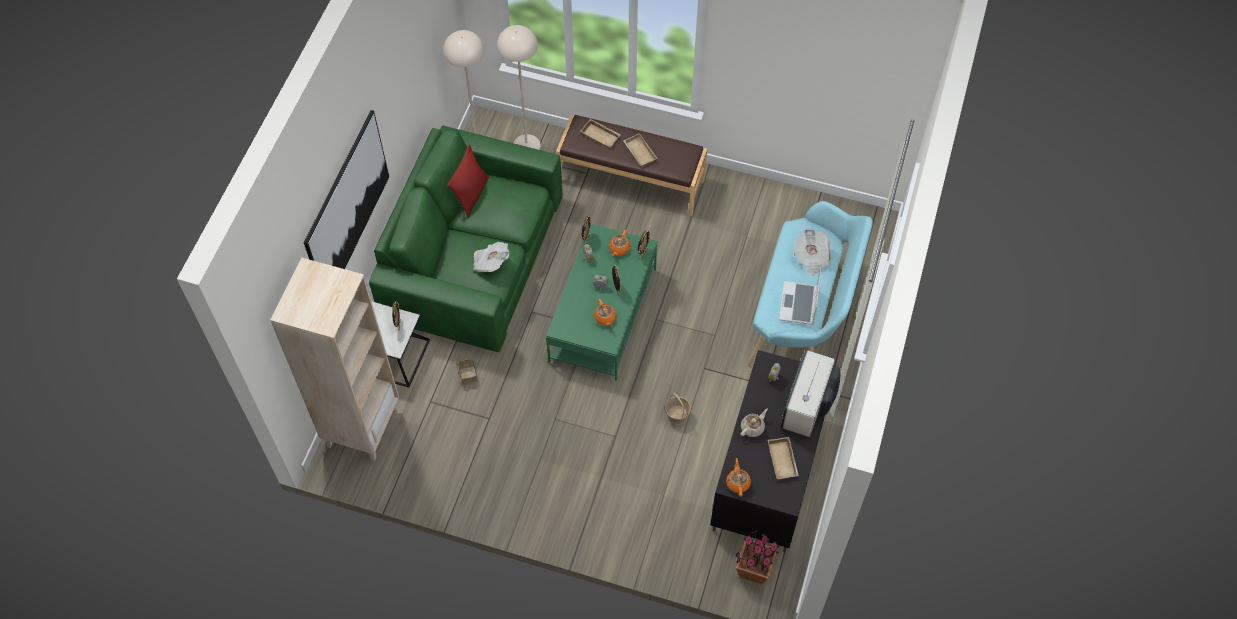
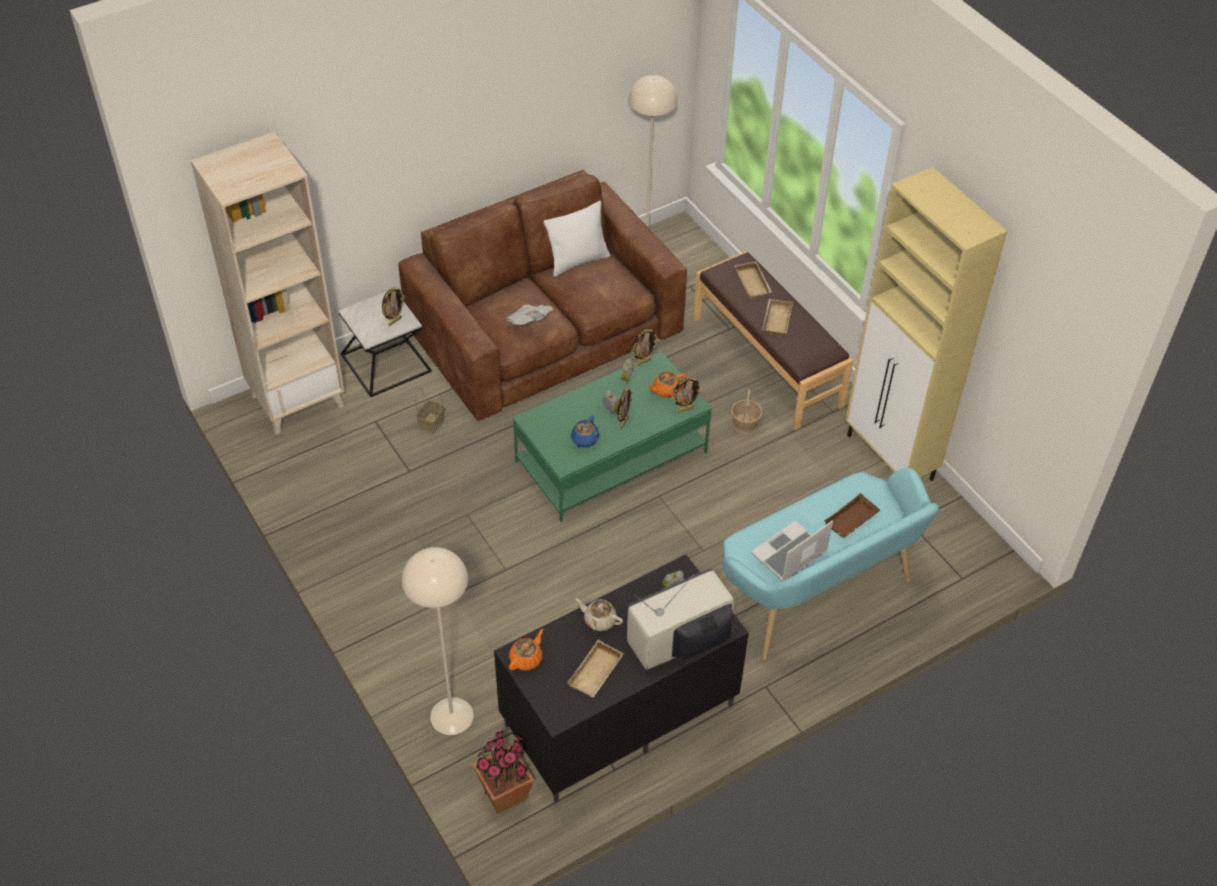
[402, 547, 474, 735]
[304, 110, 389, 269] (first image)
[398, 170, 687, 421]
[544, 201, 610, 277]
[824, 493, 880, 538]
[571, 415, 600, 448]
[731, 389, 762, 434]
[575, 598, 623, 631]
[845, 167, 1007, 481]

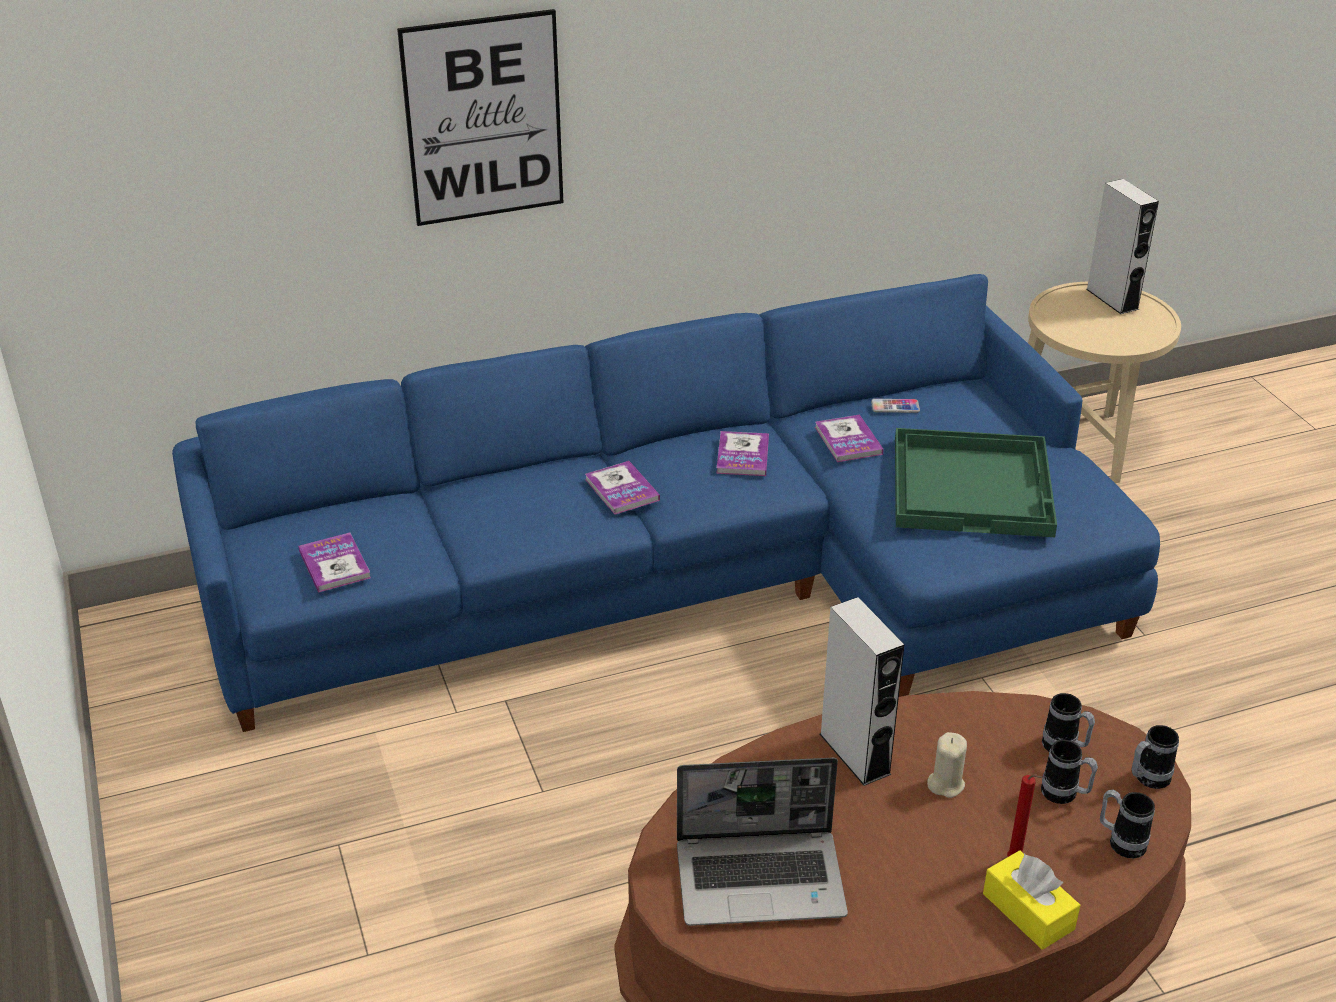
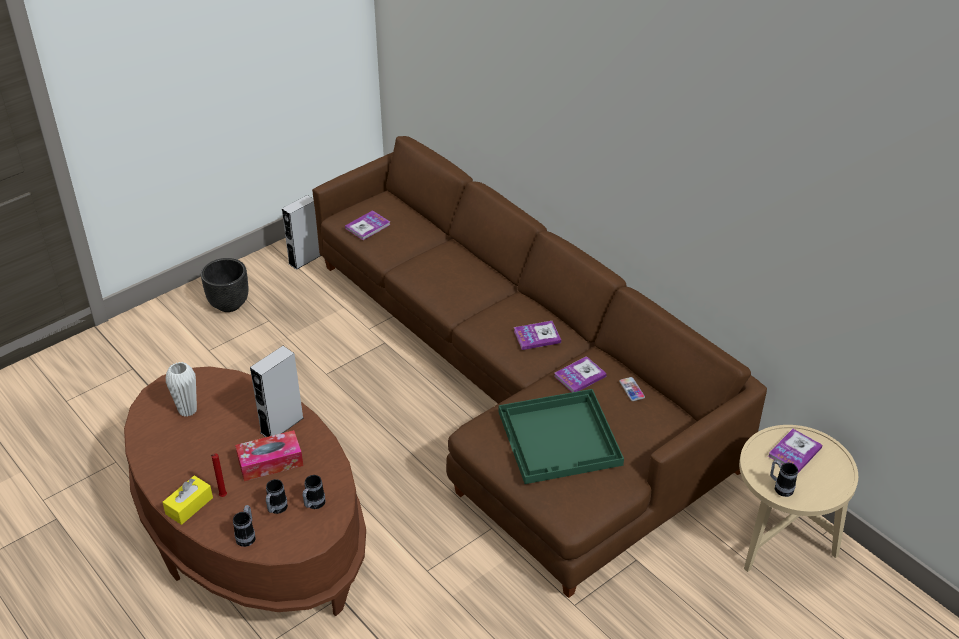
[397, 9, 563, 226] (first image)
[282, 195, 321, 270]
[312, 136, 767, 598]
[768, 429, 822, 473]
[770, 460, 798, 497]
[235, 430, 303, 481]
[165, 362, 197, 417]
[201, 258, 249, 312]

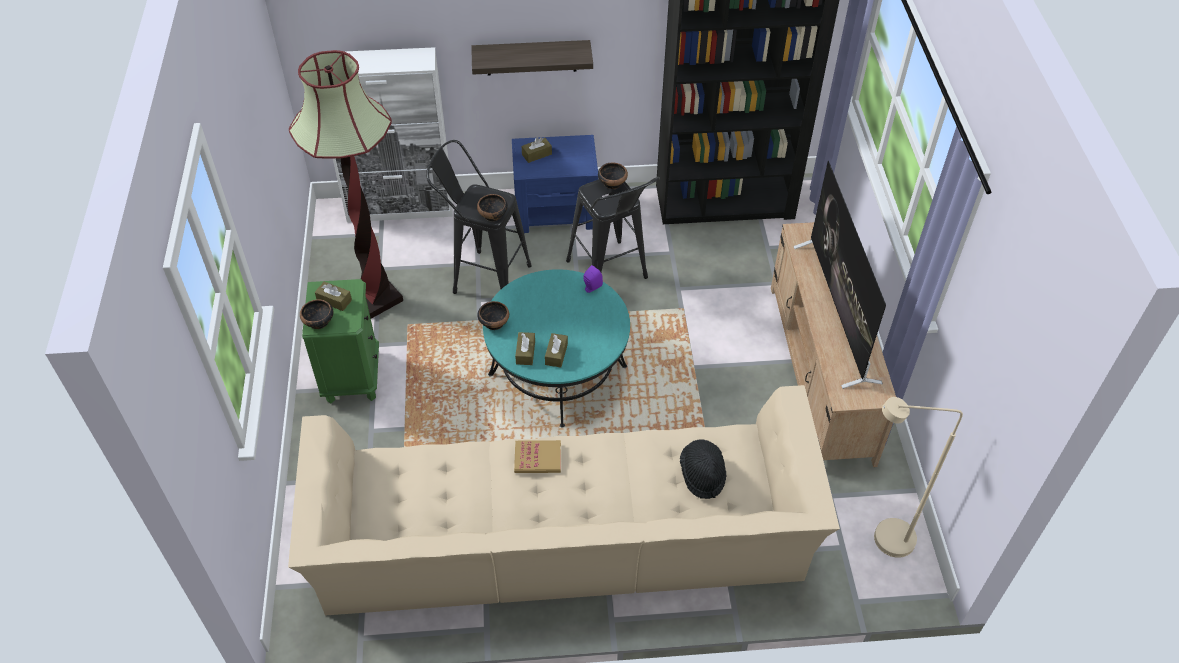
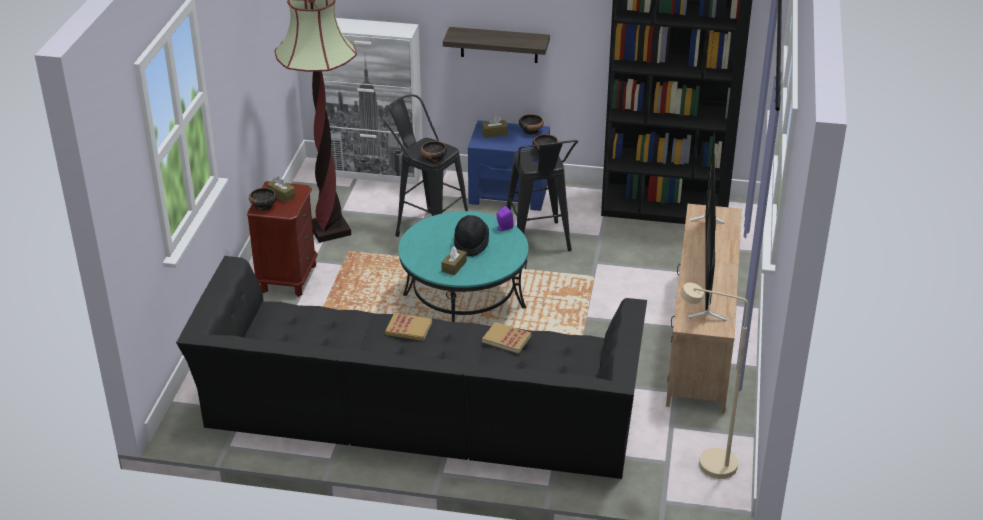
[247, 181, 318, 297]
[519, 114, 544, 135]
[515, 332, 535, 365] (first image)
[176, 256, 647, 479]
[454, 215, 489, 257]
[482, 322, 532, 354]

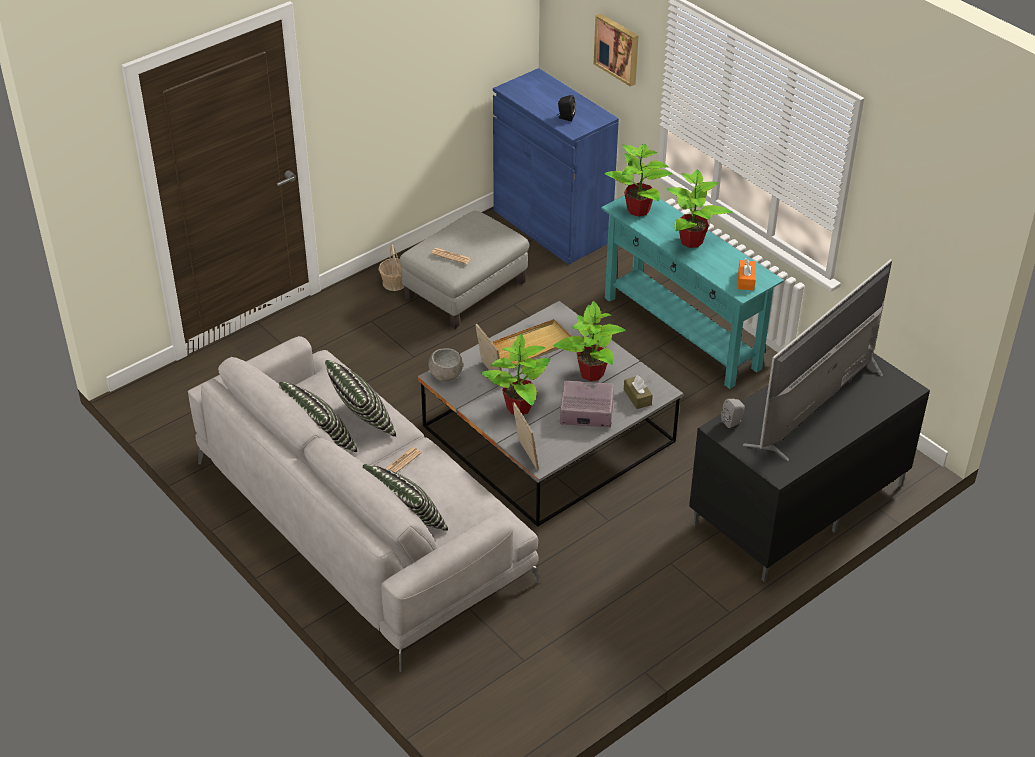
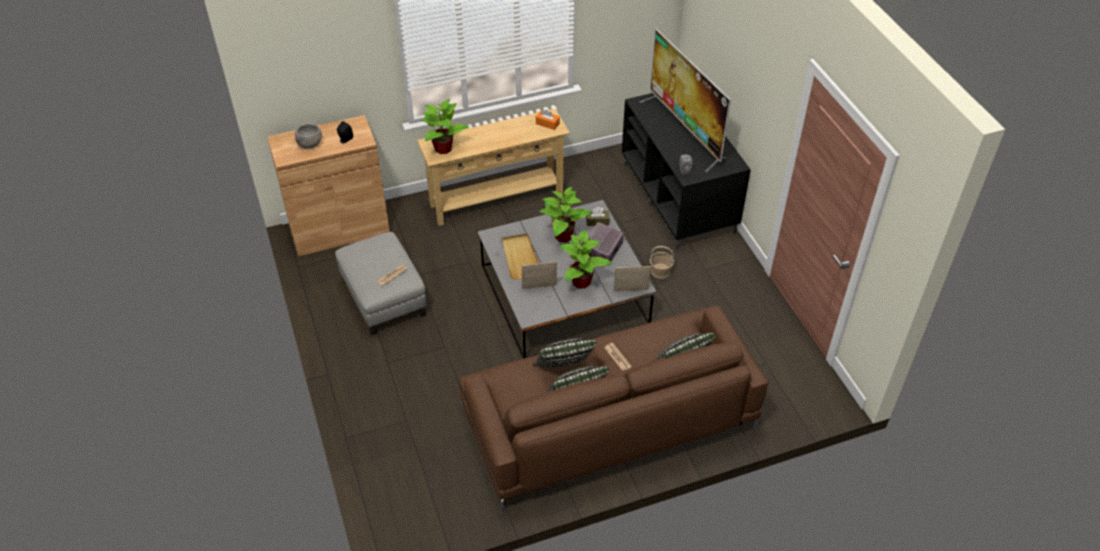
[594, 14, 639, 87] (first image)
[267, 115, 390, 256]
[666, 170, 733, 248] (first image)
[417, 109, 570, 226]
[650, 246, 674, 279]
[460, 306, 769, 514]
[295, 124, 322, 148]

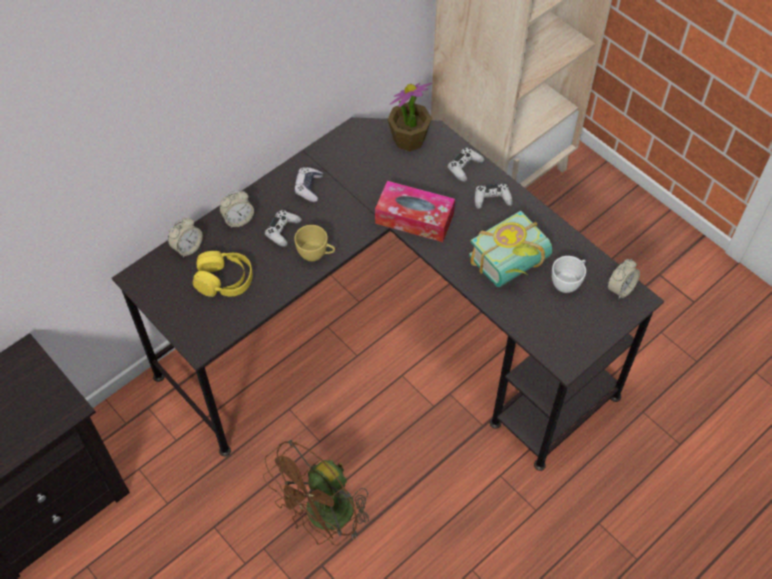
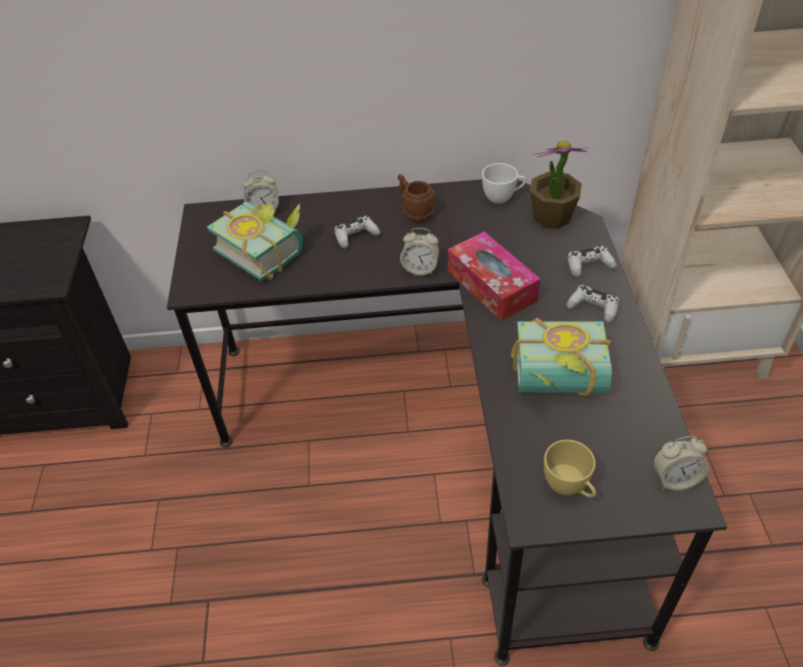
[398, 174, 435, 223]
[400, 228, 439, 275]
[544, 440, 596, 498]
[207, 202, 303, 281]
[482, 163, 526, 204]
[263, 440, 369, 546] (first image)

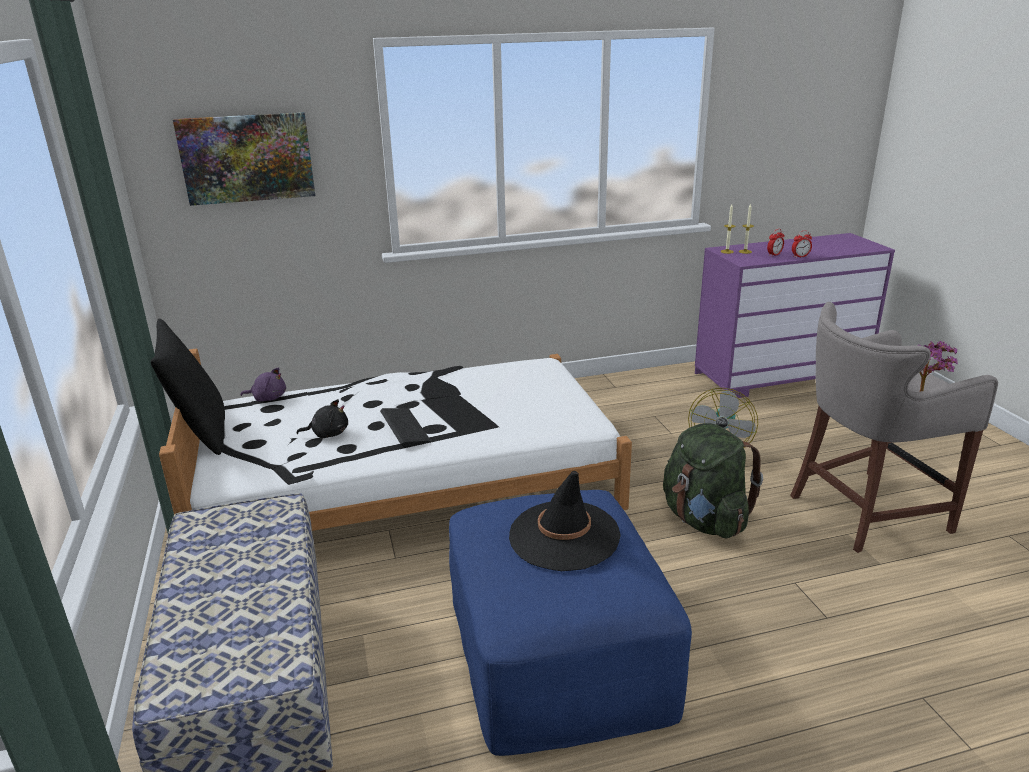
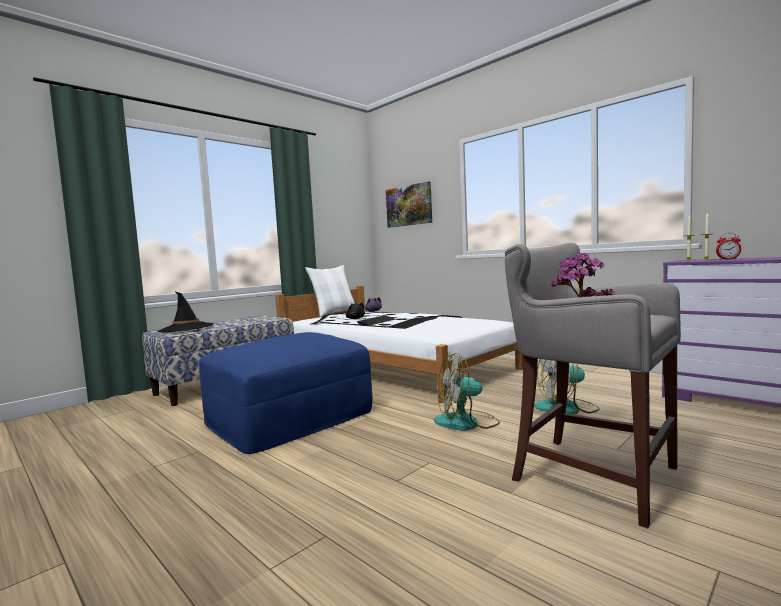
[792, 231, 812, 258] (first image)
[305, 265, 355, 317]
[434, 353, 500, 431]
[158, 292, 213, 332]

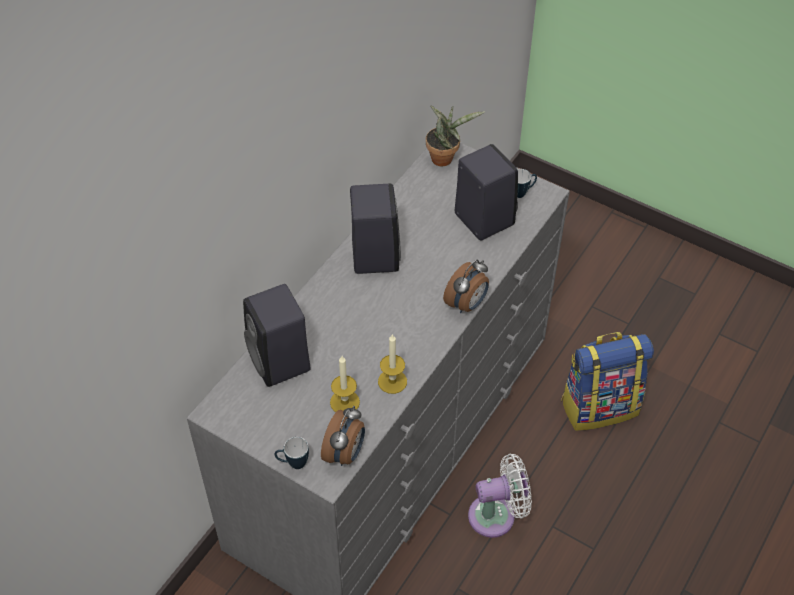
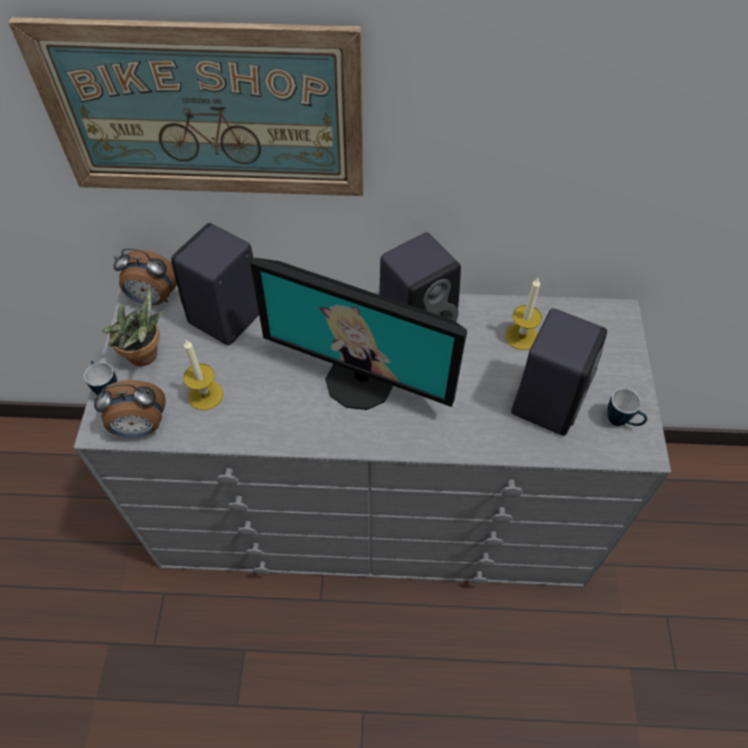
[102, 288, 163, 366]
[114, 248, 177, 305]
[561, 332, 654, 431] (first image)
[505, 278, 542, 350]
[468, 454, 532, 538] (first image)
[9, 17, 364, 196]
[250, 258, 467, 410]

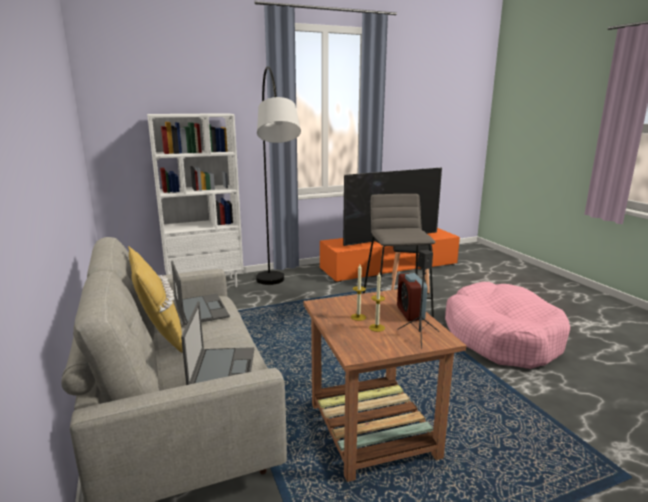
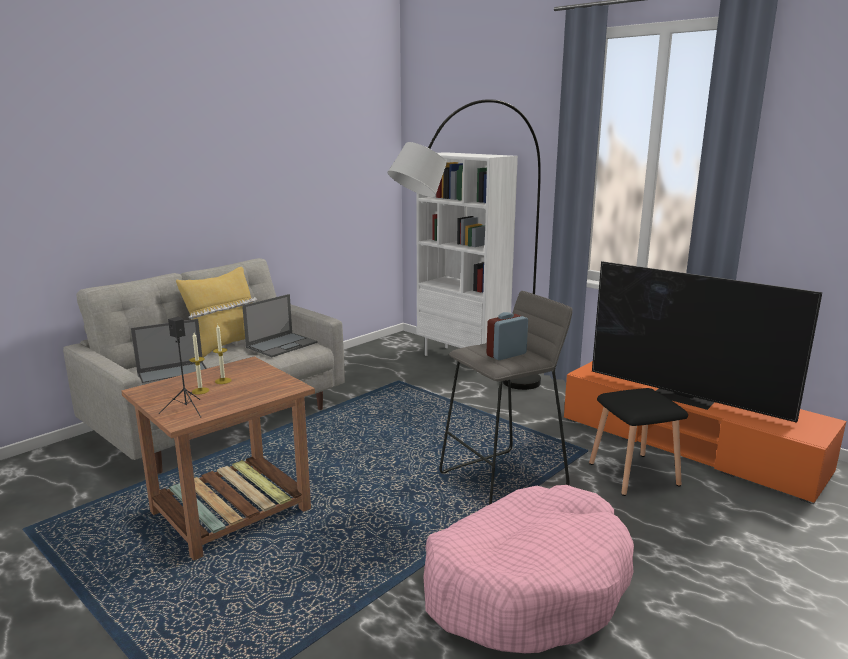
[487, 312, 528, 360]

